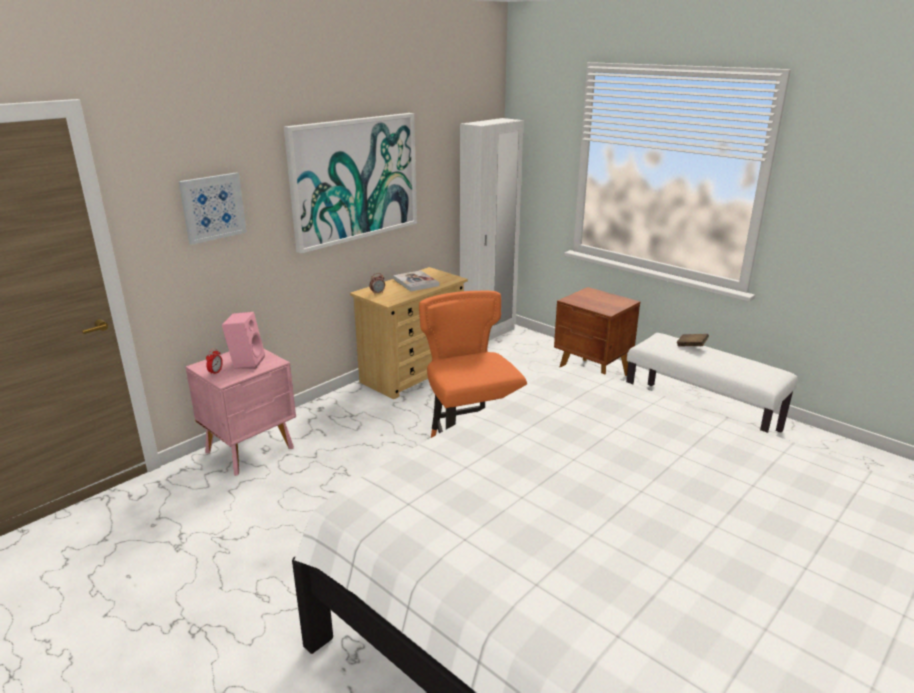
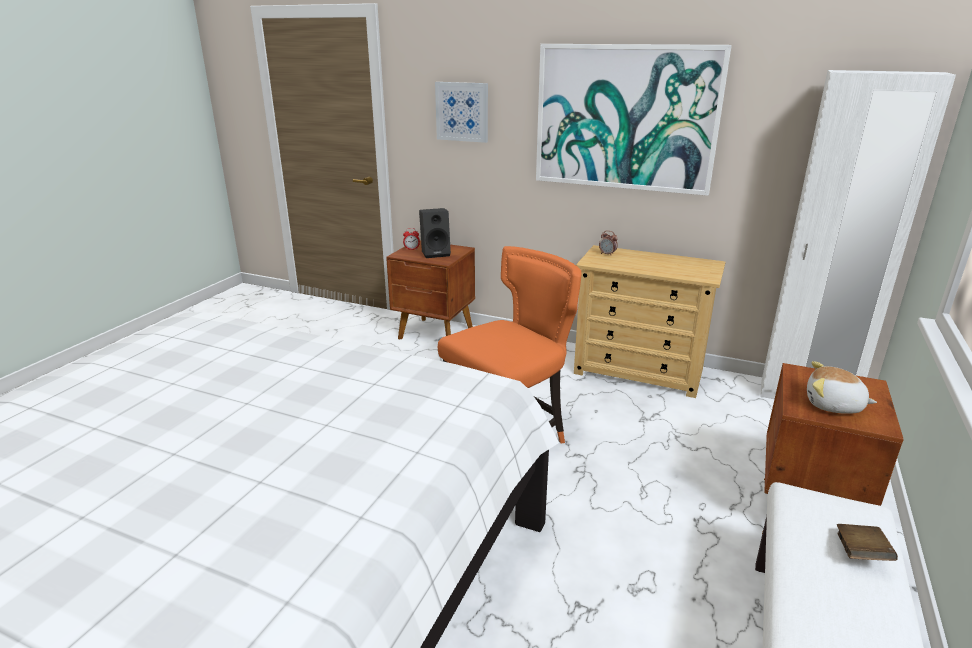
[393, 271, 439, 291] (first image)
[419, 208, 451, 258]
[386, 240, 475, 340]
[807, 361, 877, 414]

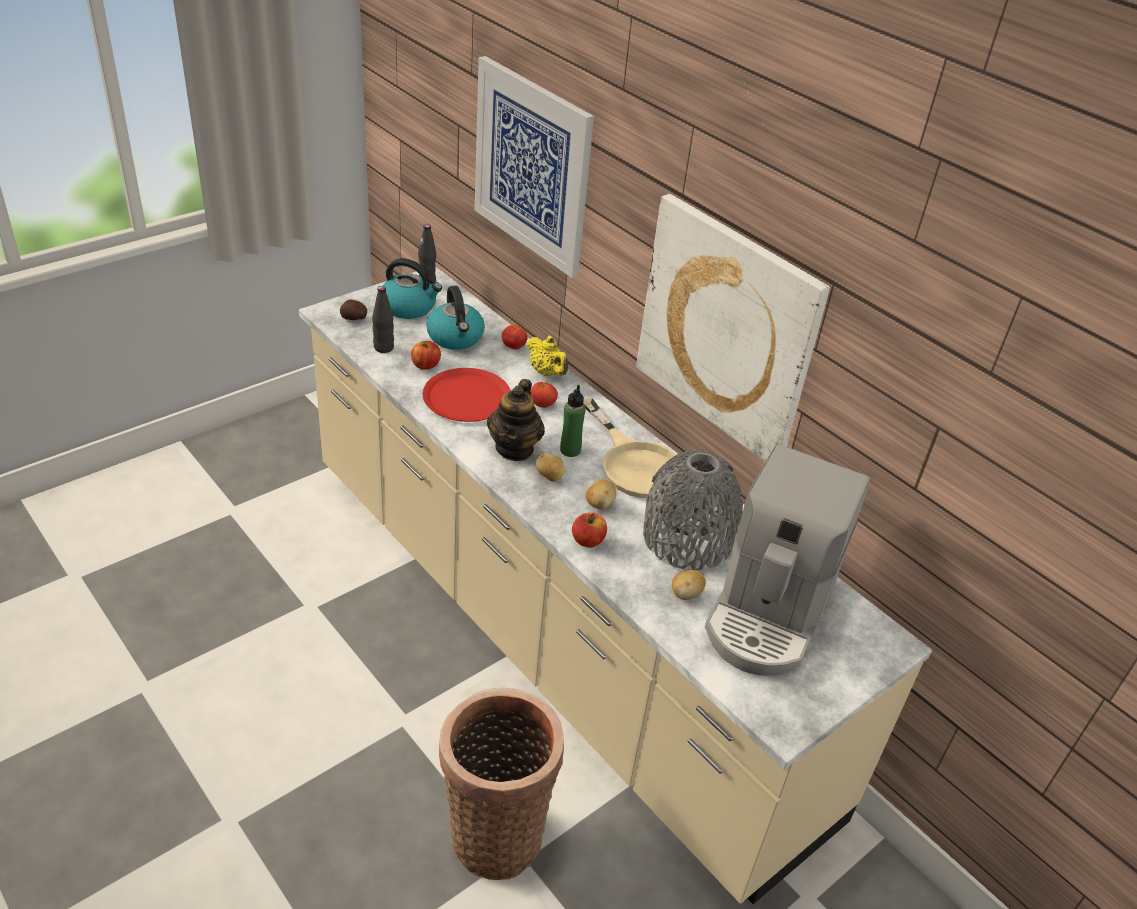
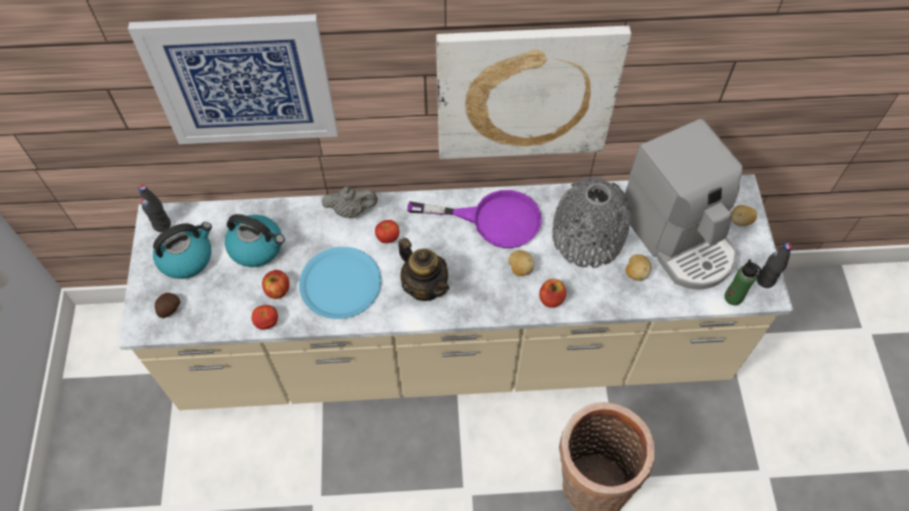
[757, 243, 792, 288]
[252, 305, 278, 330]
[321, 187, 378, 218]
[299, 247, 381, 319]
[724, 259, 762, 305]
[407, 190, 542, 248]
[731, 205, 757, 226]

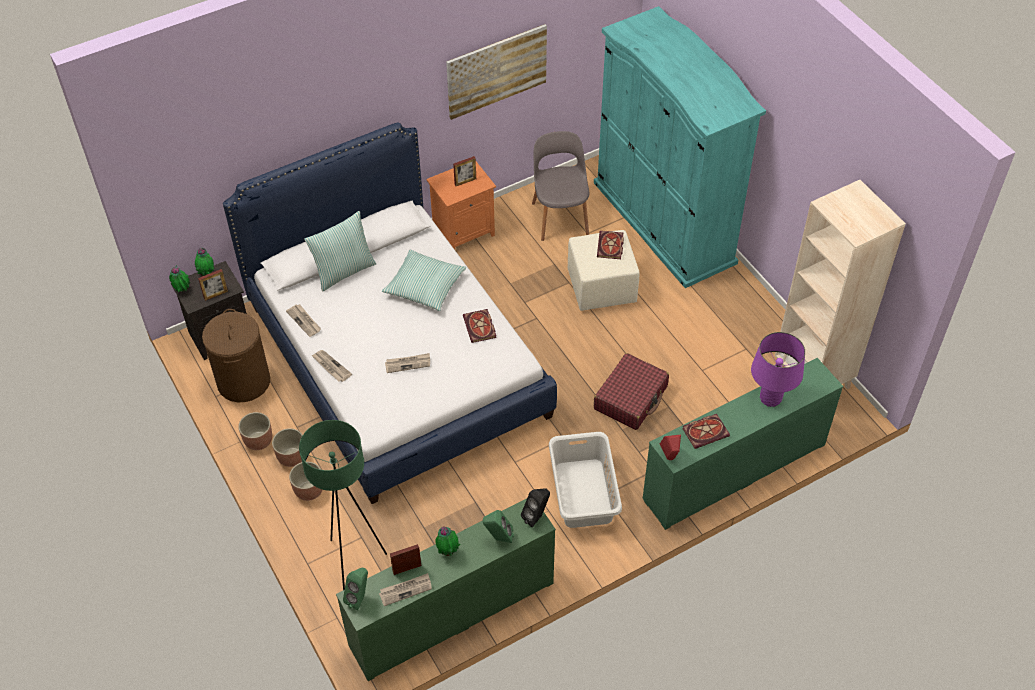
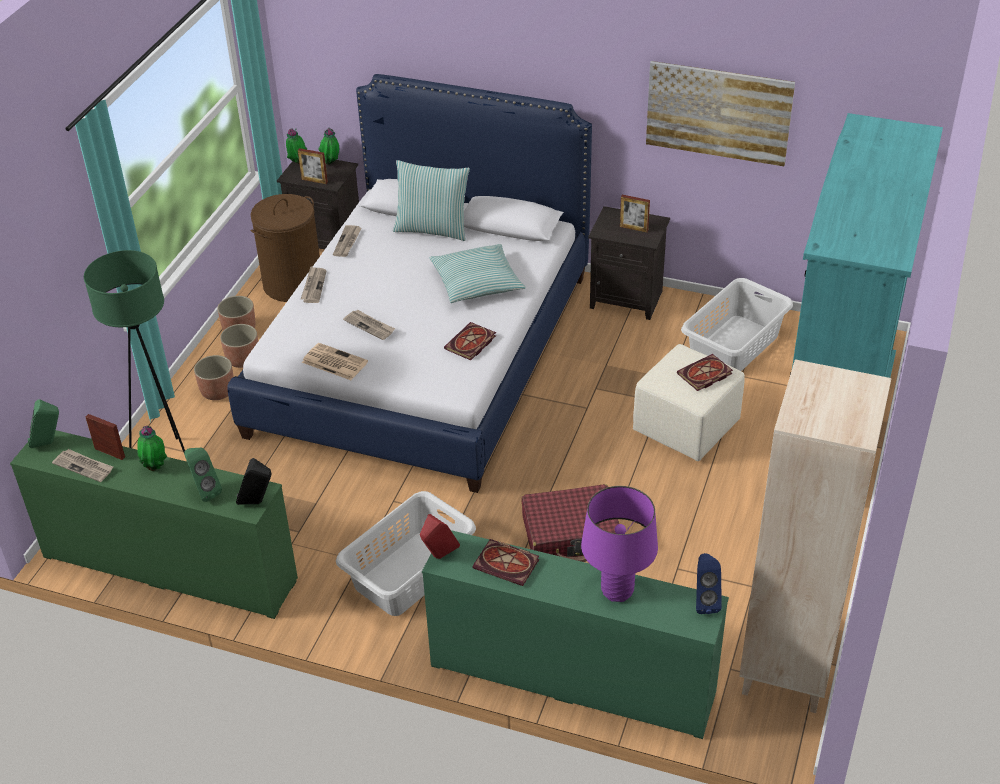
[681, 278, 793, 371]
[588, 206, 670, 320]
[302, 343, 368, 380]
[696, 553, 722, 614]

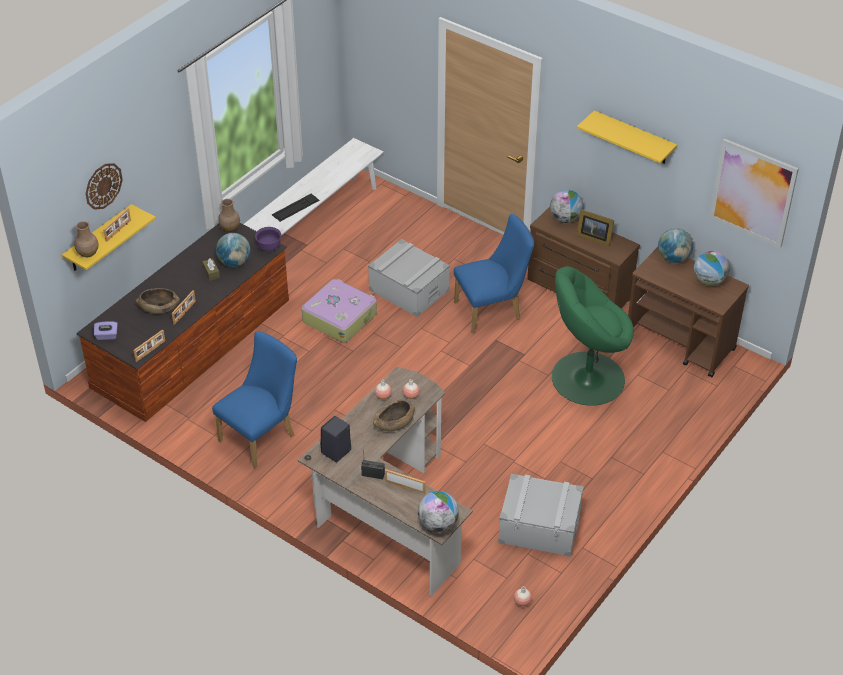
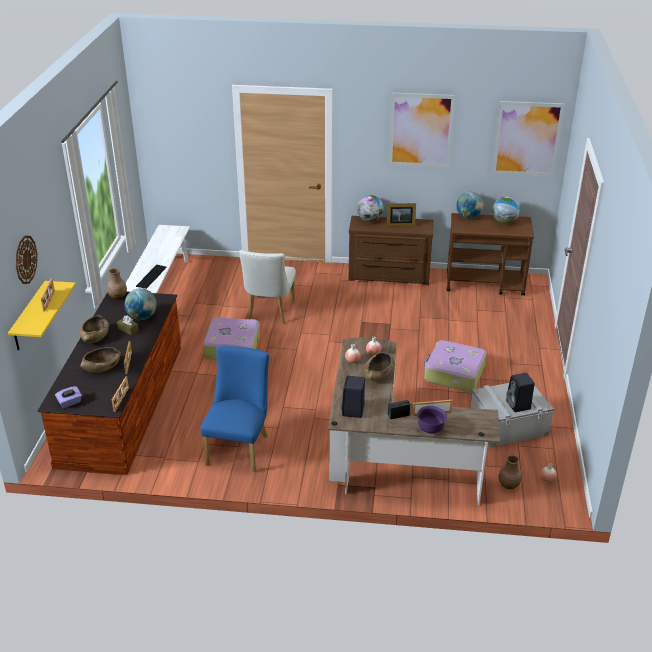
[389, 93, 455, 167]
[454, 214, 534, 334] (first image)
[498, 455, 522, 489]
[417, 406, 447, 434]
[239, 250, 296, 324]
[552, 266, 634, 406] (first image)
[418, 491, 459, 532] (first image)
[80, 315, 109, 343]
[423, 340, 487, 392]
[506, 373, 535, 412]

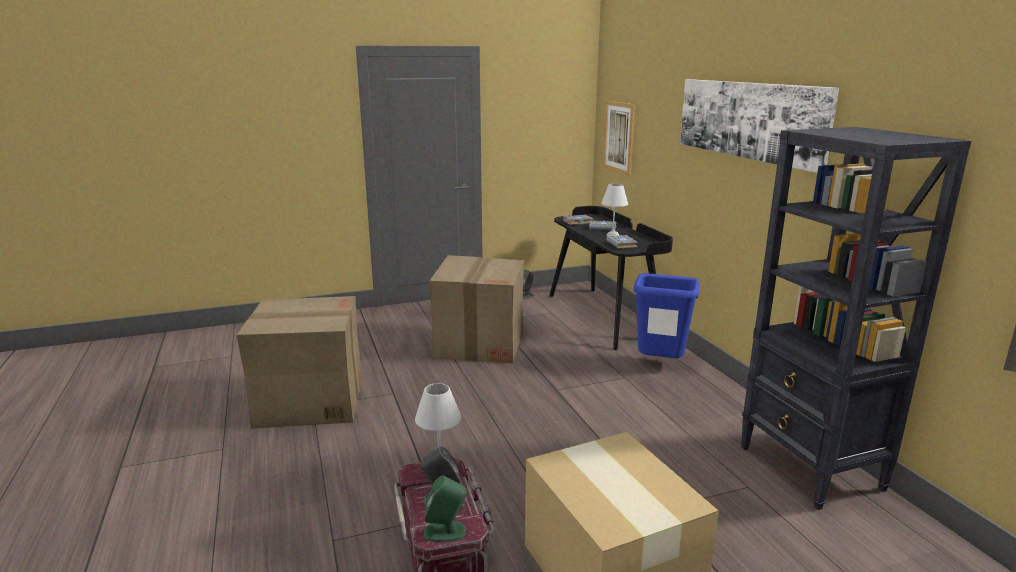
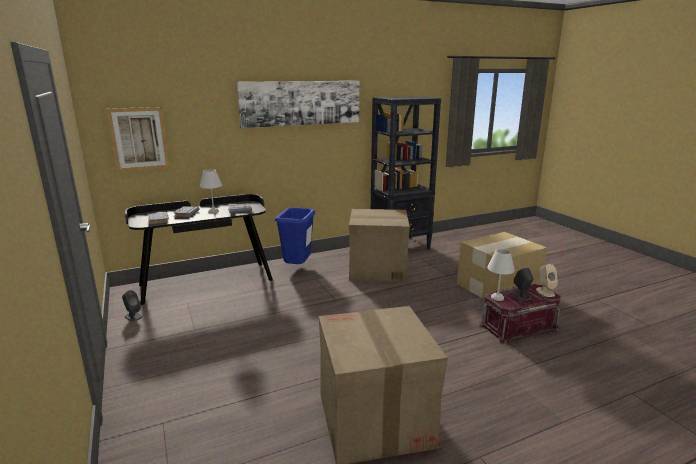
[349, 209, 410, 282]
[536, 264, 558, 297]

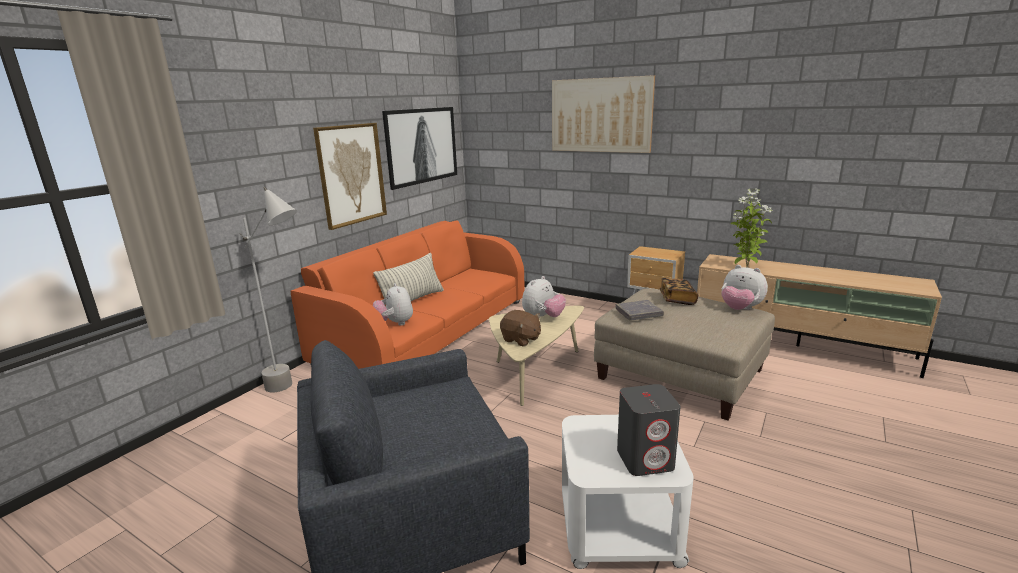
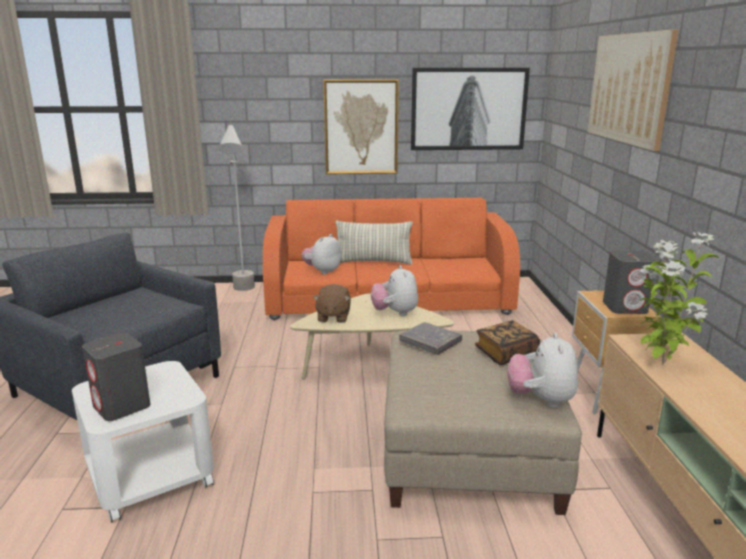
[371, 265, 418, 316]
[603, 251, 657, 314]

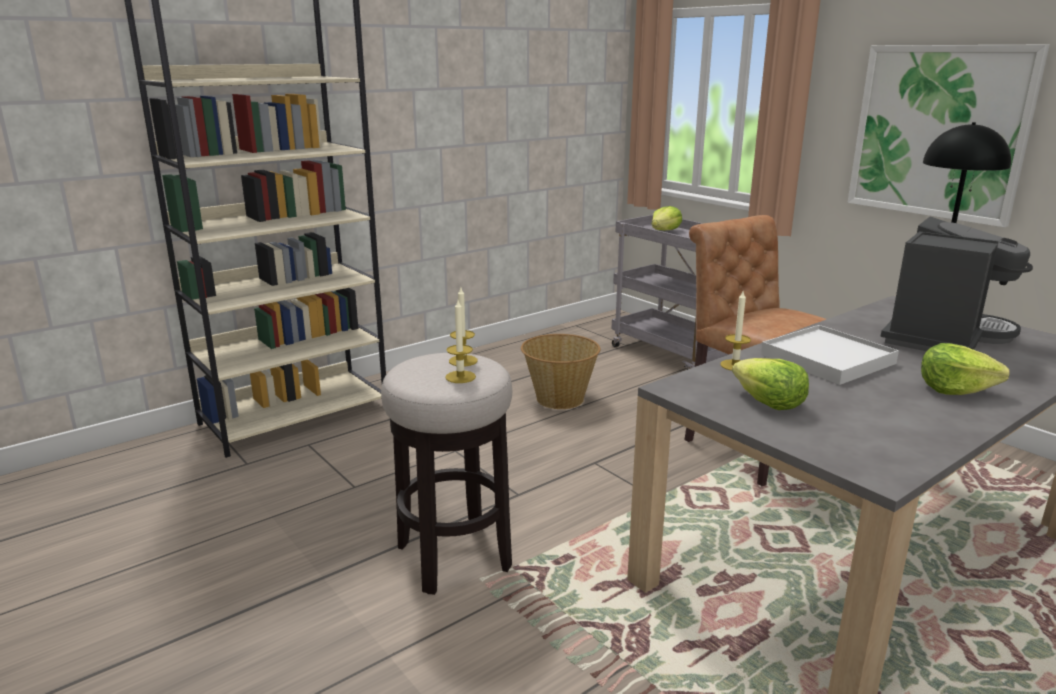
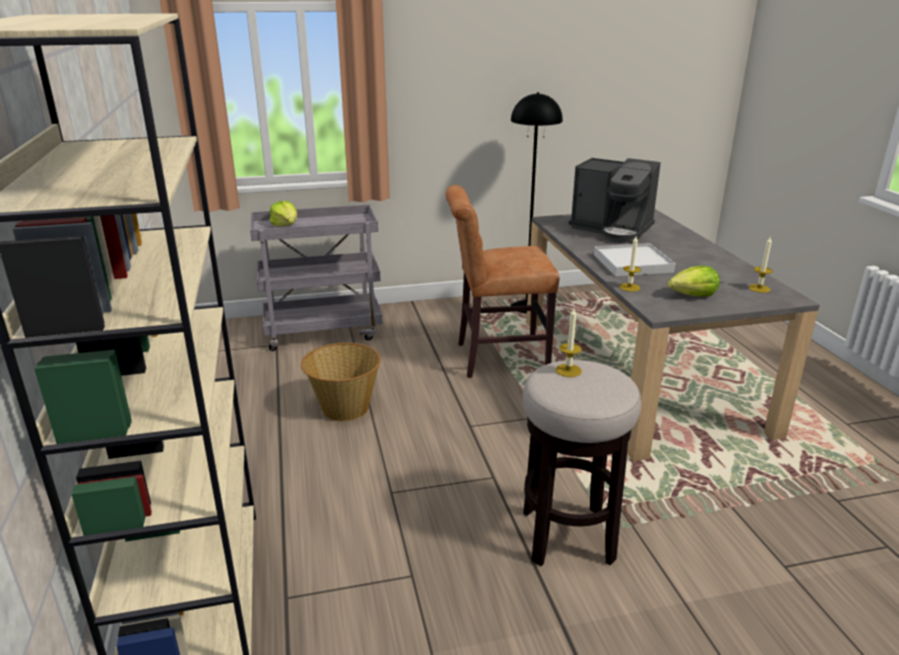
[847, 45, 1049, 228] (first image)
[568, 158, 661, 243]
[748, 237, 773, 293]
[921, 343, 1010, 395] (first image)

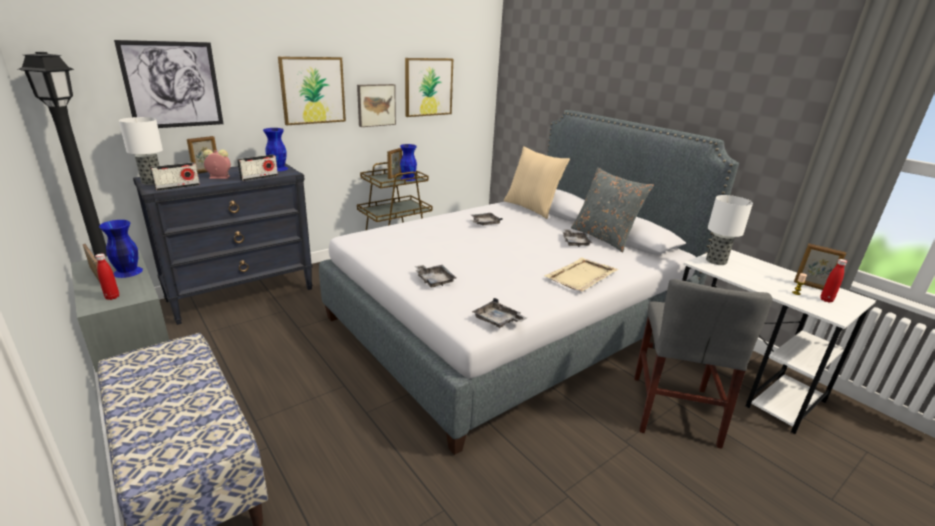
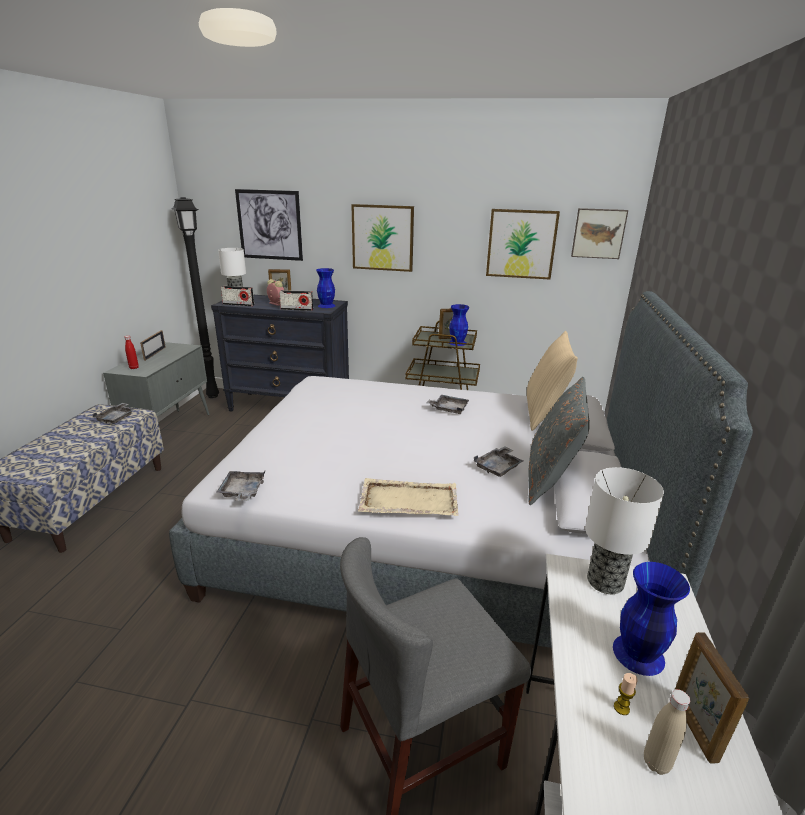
[571, 208, 628, 259]
[613, 562, 690, 676]
[644, 689, 690, 775]
[92, 403, 134, 423]

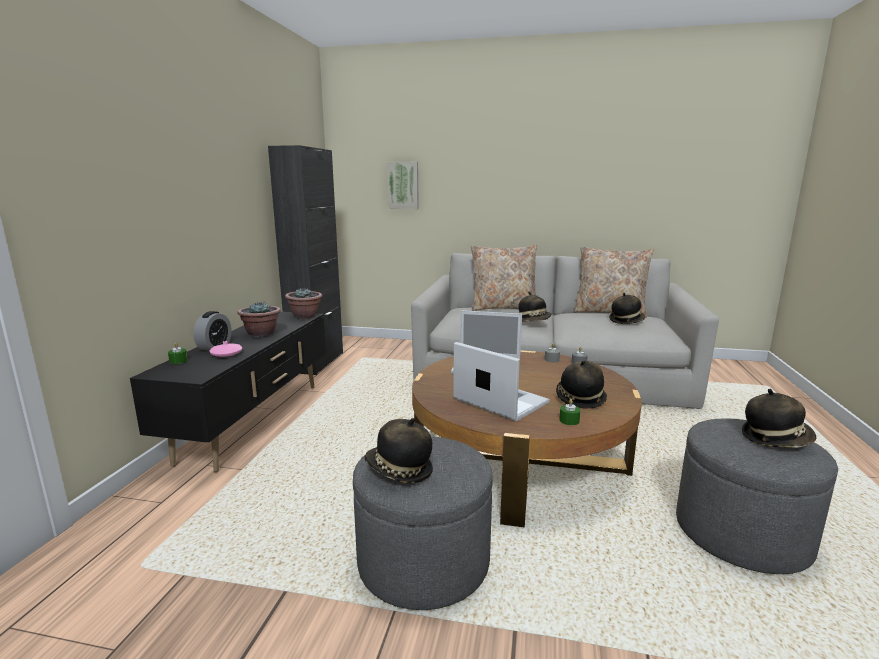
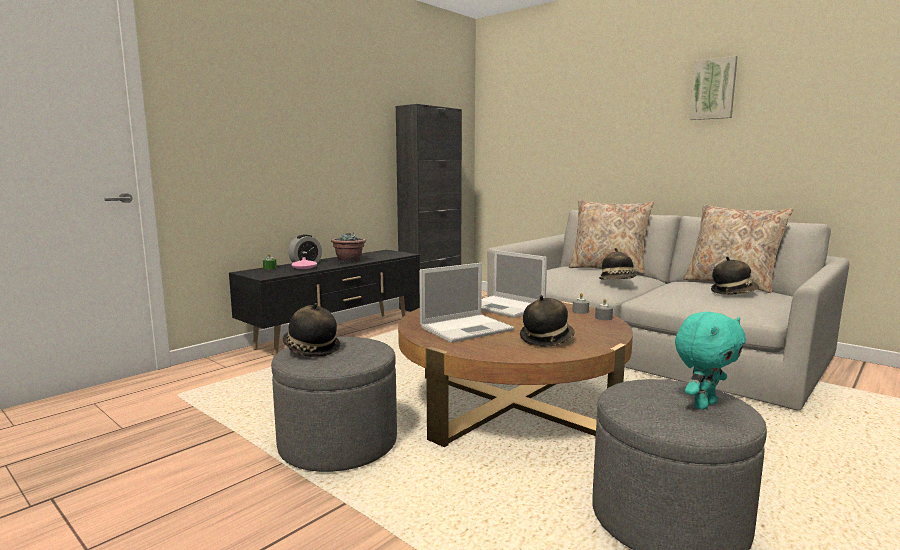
[689, 56, 737, 120]
[285, 288, 322, 319] (first image)
[419, 263, 514, 343]
[675, 312, 746, 410]
[559, 399, 581, 425] (first image)

